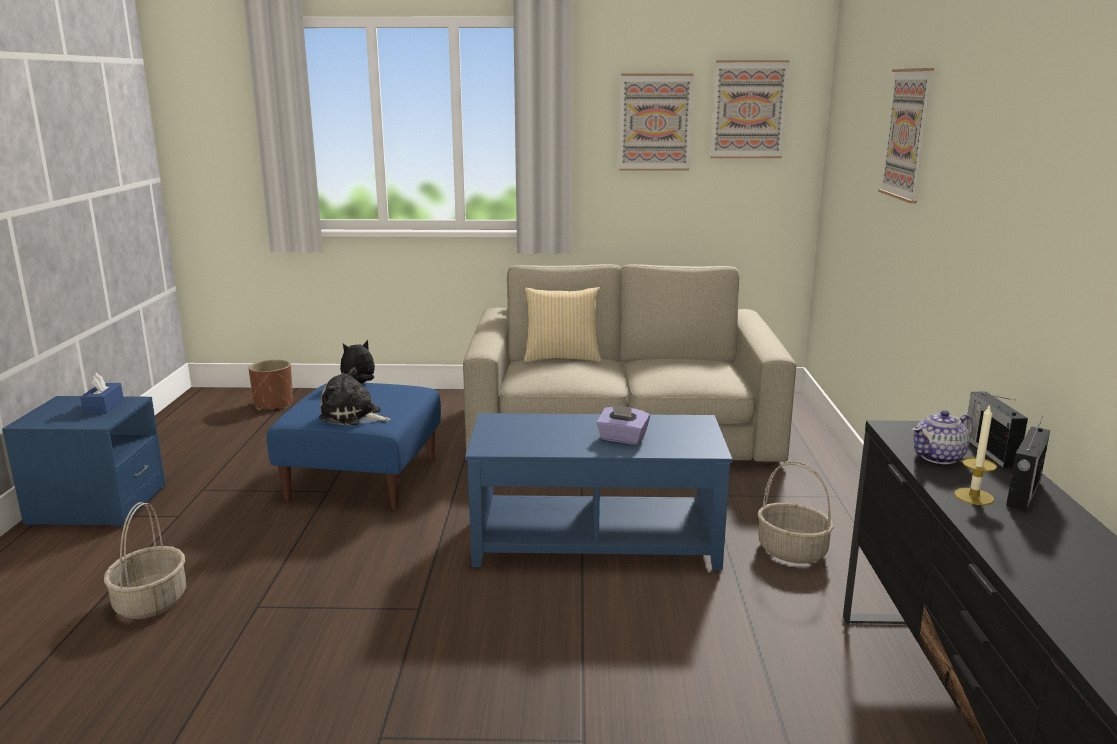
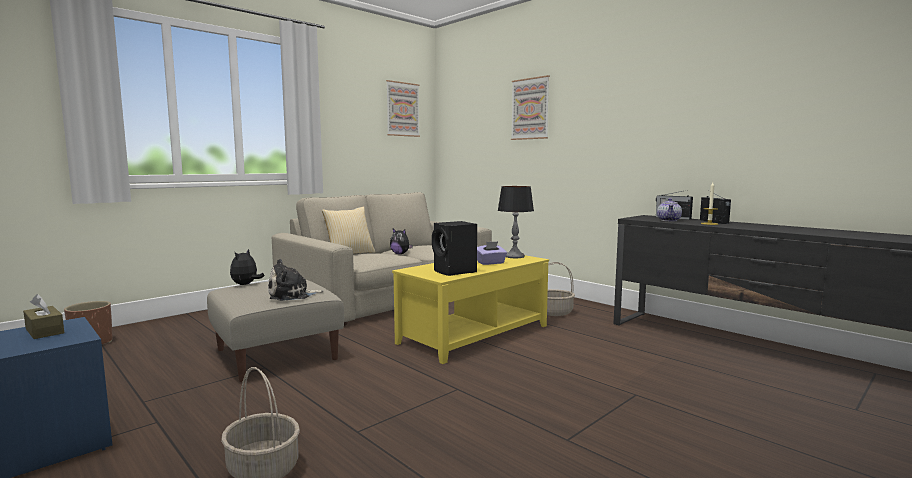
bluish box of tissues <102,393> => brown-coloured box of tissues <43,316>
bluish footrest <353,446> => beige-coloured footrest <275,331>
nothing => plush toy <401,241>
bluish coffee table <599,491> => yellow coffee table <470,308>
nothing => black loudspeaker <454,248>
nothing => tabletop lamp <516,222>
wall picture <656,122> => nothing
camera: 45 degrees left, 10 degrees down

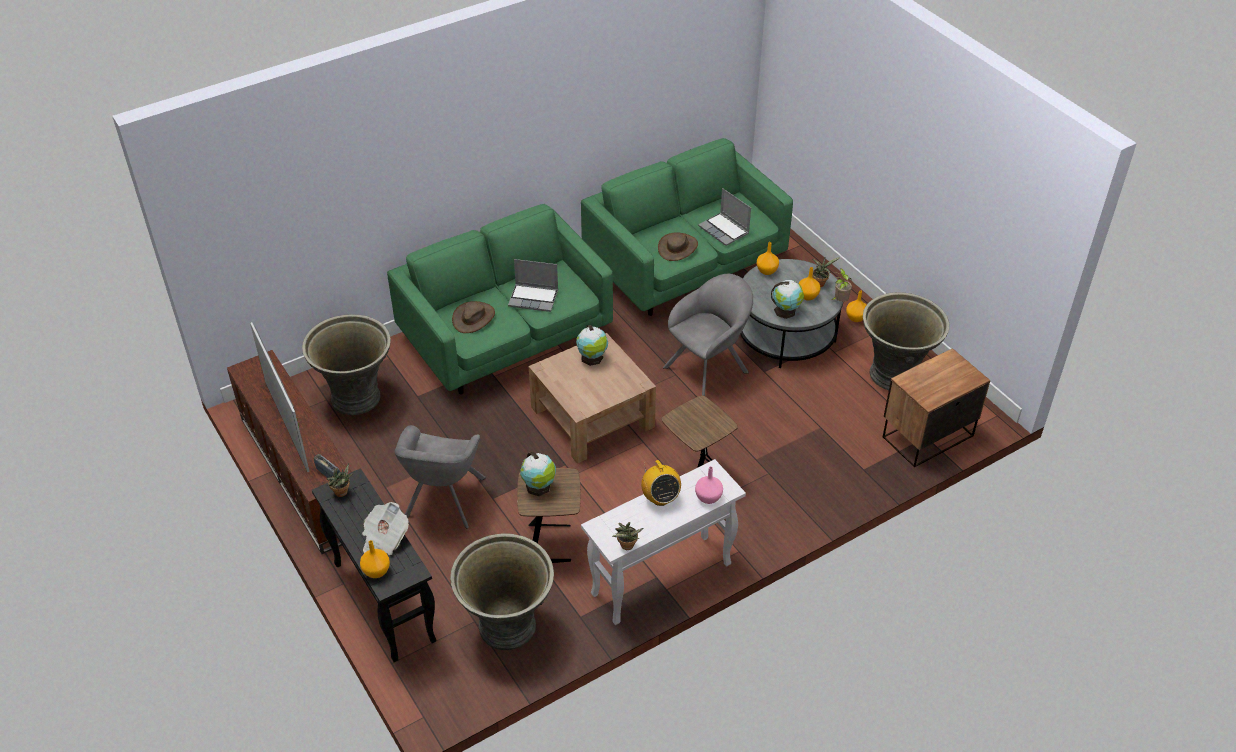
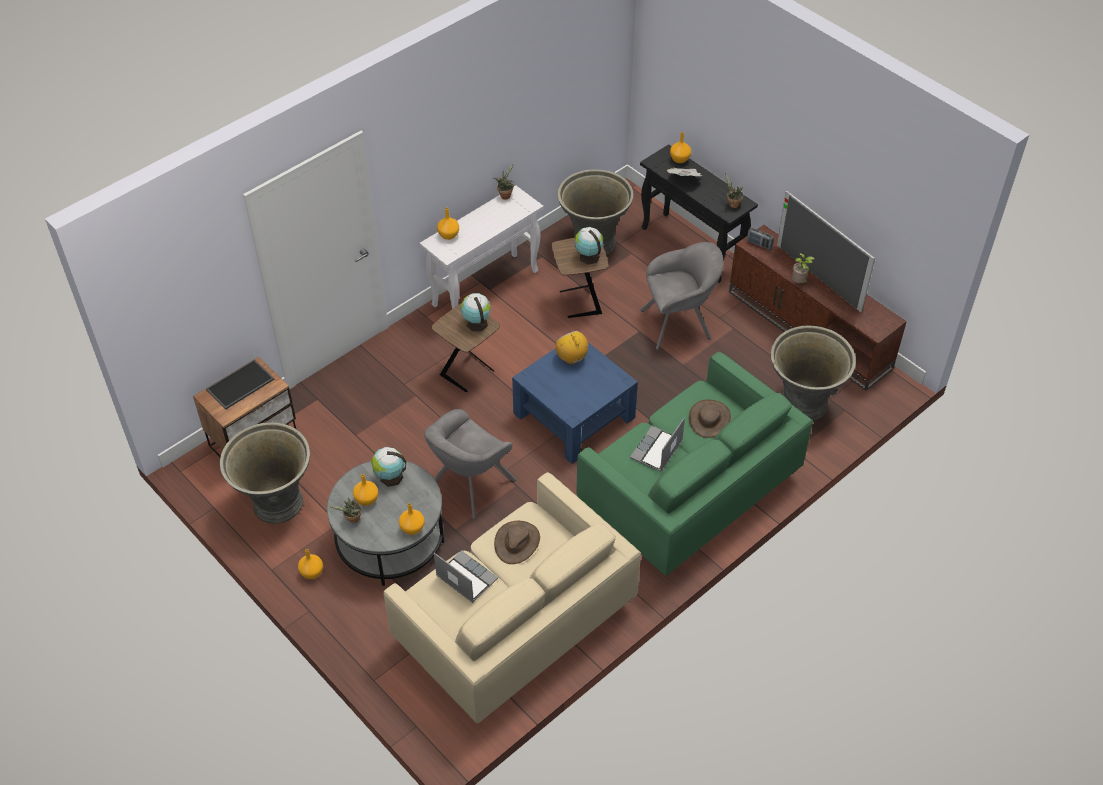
nothing => tray <240,384>
green settee <687,227> => beige-coloured settee <512,597>
pink-coloured decorative vase <709,485> => orange decorative vase <448,224>
globe <592,345> => globe <475,312>, move
brown-coloured coffee table <592,398> => bluish coffee table <575,403>
radio receiver <661,483> => radio receiver <572,347>, move
notebook computer <533,285> => notebook computer <657,444>, 60 degrees counterclockwise
greyish easy chair <440,476> => greyish easy chair <682,296>, 75 degrees clockwise
plant in a pot <842,285> => plant in a pot <803,268>, move
camera: 170 degrees right, 5 degrees up

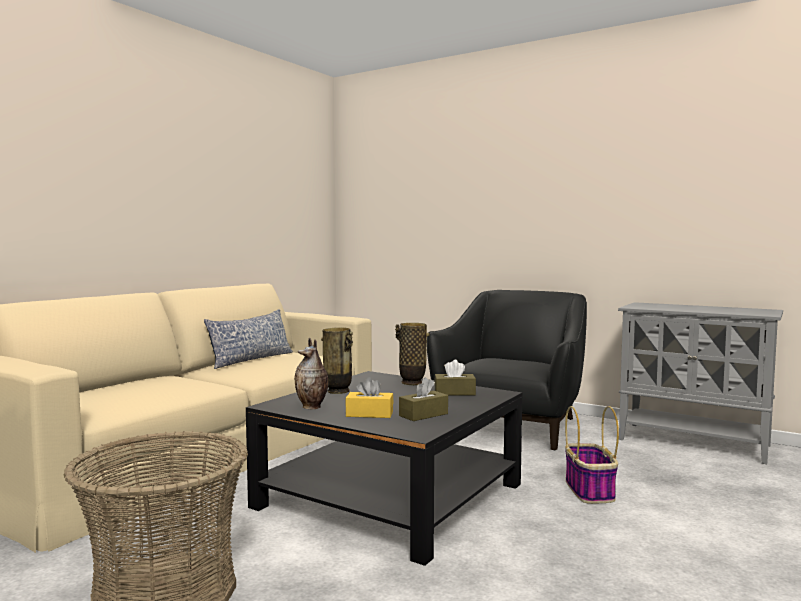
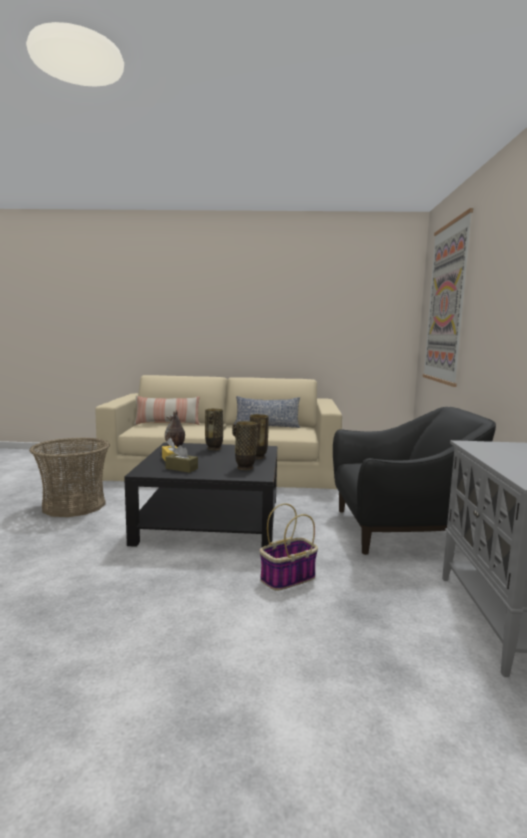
nothing => throw pillow <167,410>
brown-coloured box of tissues <455,378> => decorative vase <245,445>
nothing => wall picture <448,297>
camera: 60 degrees right, 5 degrees up

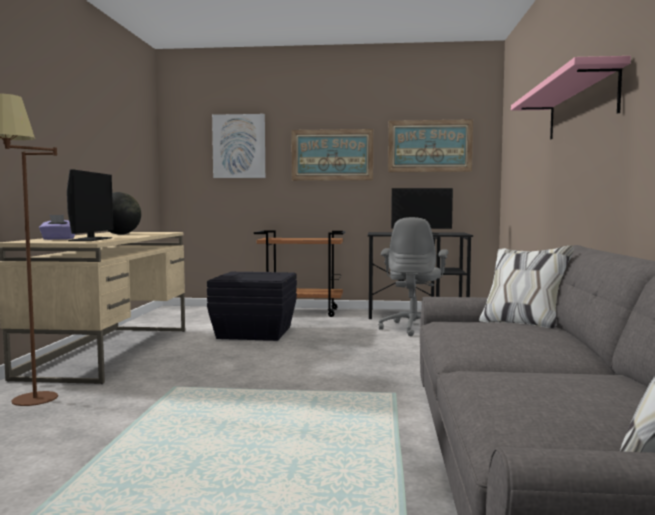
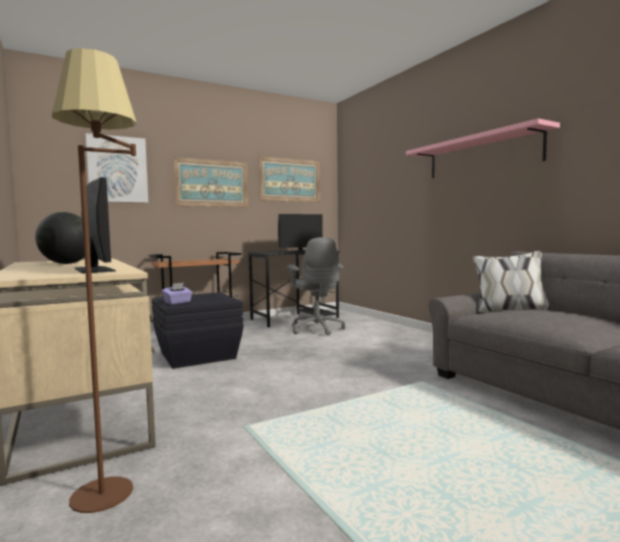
purplish box of tissues <57,227> => purplish box of tissues <177,293>, move
camera: 35 degrees left, 0 degrees up

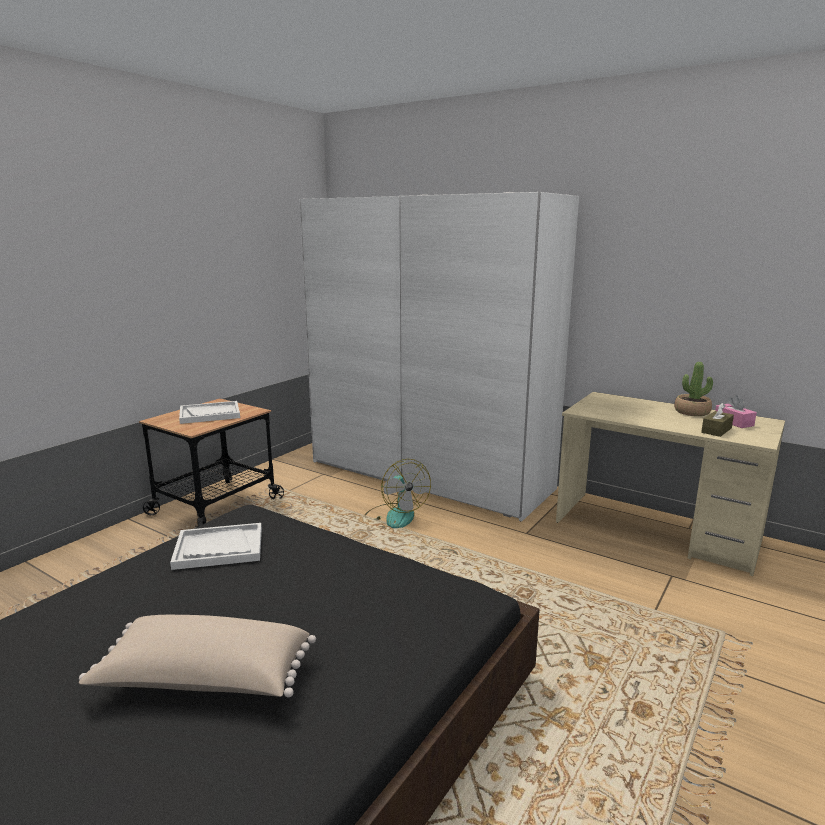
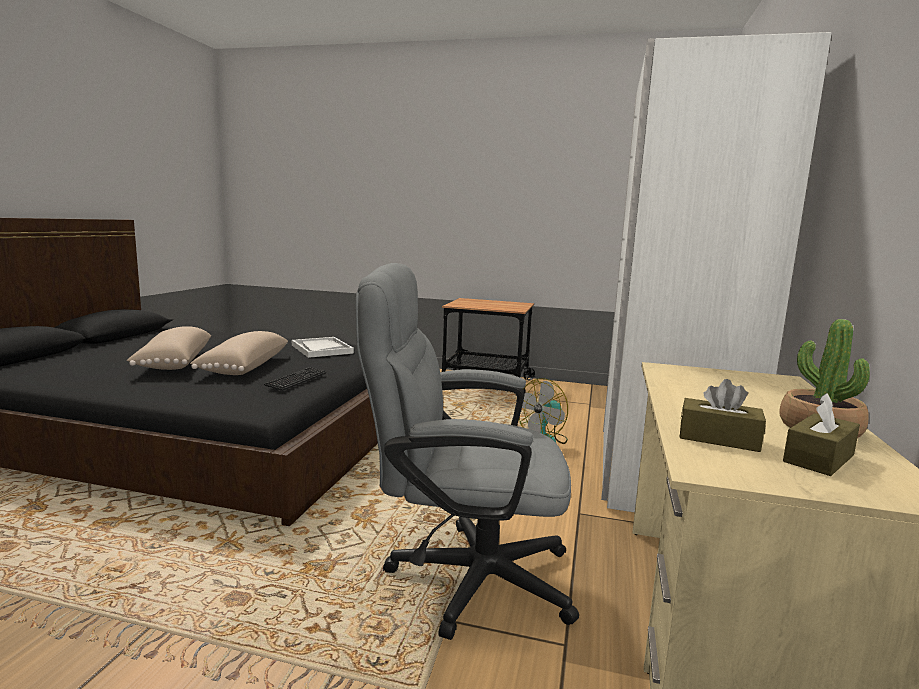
nothing => beige-coloured throw pillow <239,353>
nothing => computer keyboard <295,379>
nothing => greyish computer chair <467,451>
pink-coloured box of tissues <736,411> => brown-coloured box of tissues <821,434>
whitish tray <209,412> => nothing
camera: 70 degrees right, 5 degrees down

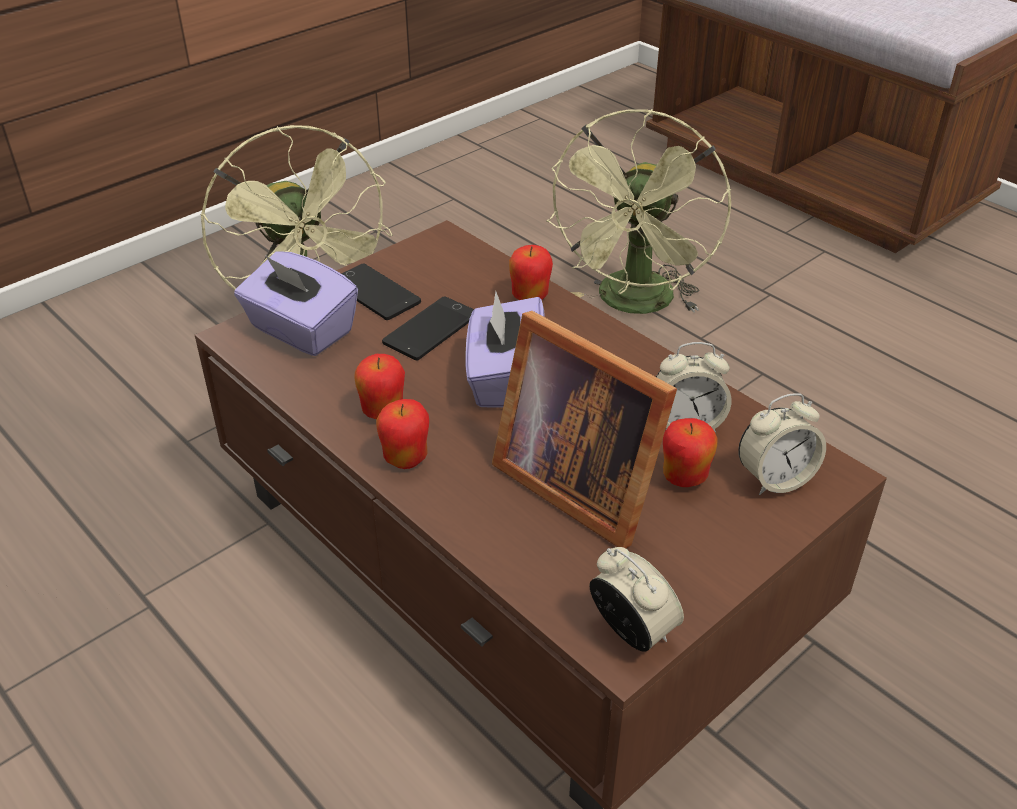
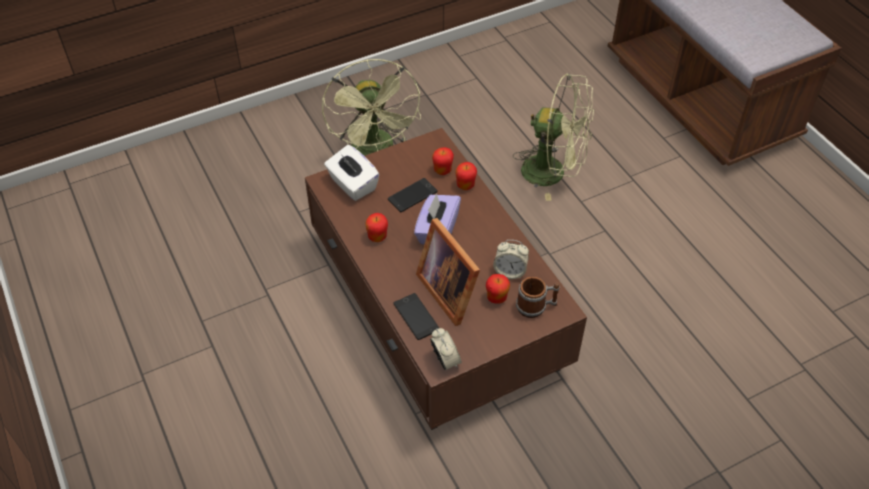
purplish box of tissues <296,303> => whitish box of tissues <351,173>
handset <381,291> => handset <416,316>, move
apple <402,434> => apple <443,161>, move
green electric fan <638,211> => green electric fan <553,137>, 105 degrees counterclockwise
bedside clock <782,444> => coffee mug <538,297>
camera: 15 degrees right, 10 degrees up

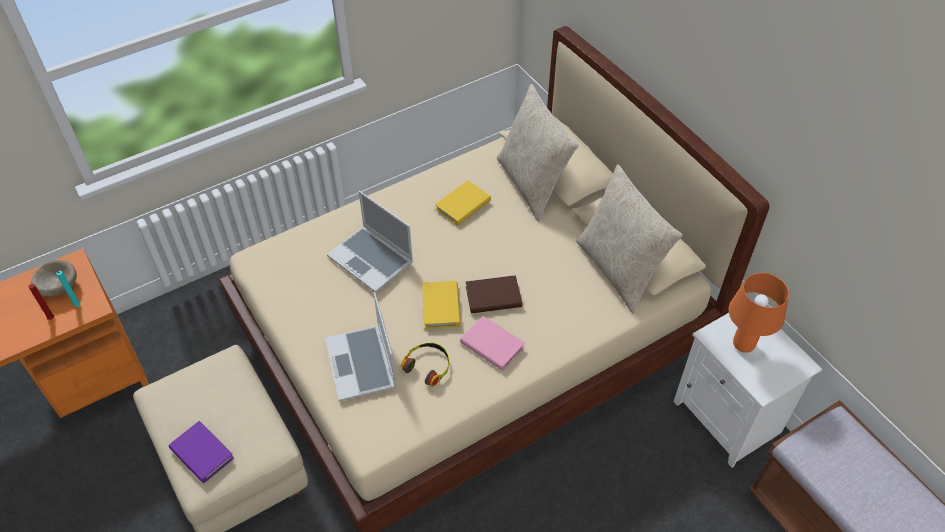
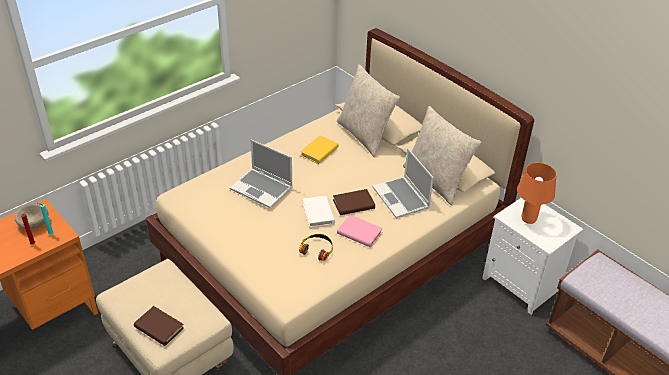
purplish book <201,452> => brown-coloured book <159,326>
yellow book <441,305> => whitish book <319,212>
notebook computer <361,346> => notebook computer <403,183>, move
camera: 10 degrees left, 10 degrees down

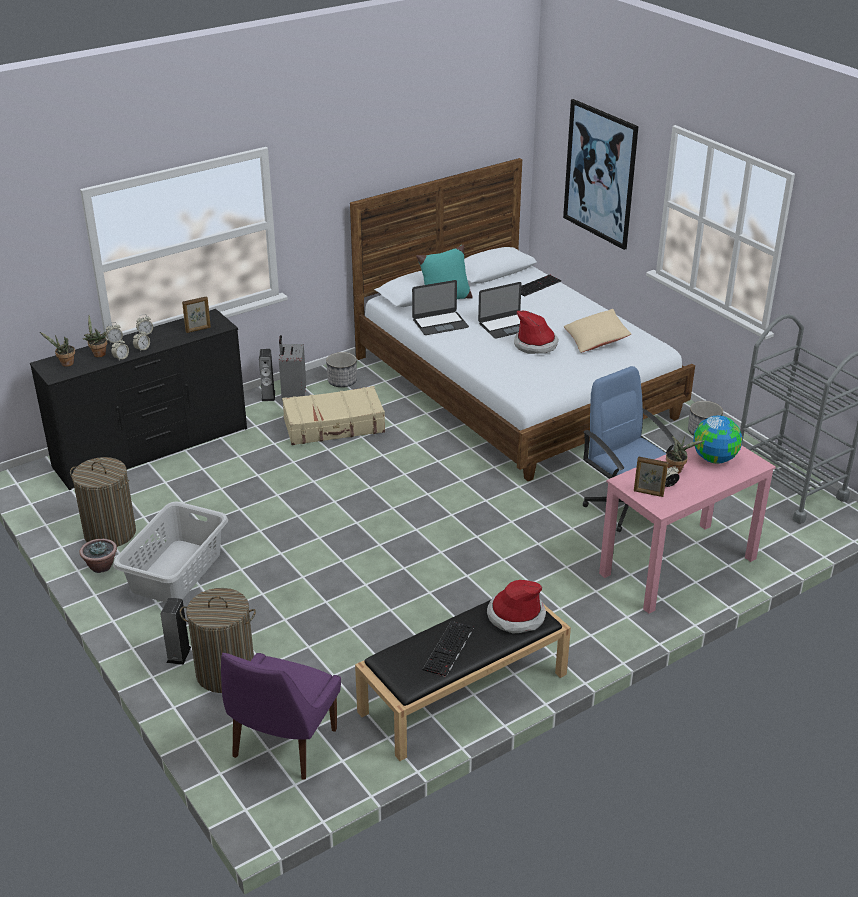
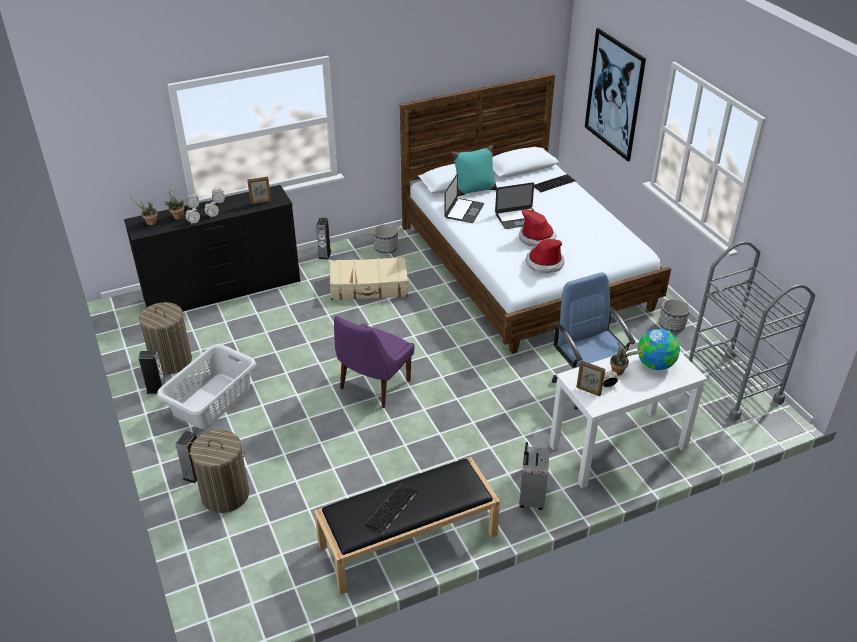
plant in a pot <98,556> => loudspeaker <151,372>
purplish plain chair <281,716> => purplish plain chair <374,362>, move
notebook computer <440,307> => notebook computer <464,198>, 60 degrees counterclockwise
greyish suitcase <292,366> => greyish suitcase <534,476>, move
clothing hat <516,606> => clothing hat <544,256>, move
pink-coloured desk table <687,529> => whitish desk table <628,418>
beige-coloured throw pillow <597,331> => nothing
camera: 10 degrees right, 5 degrees up

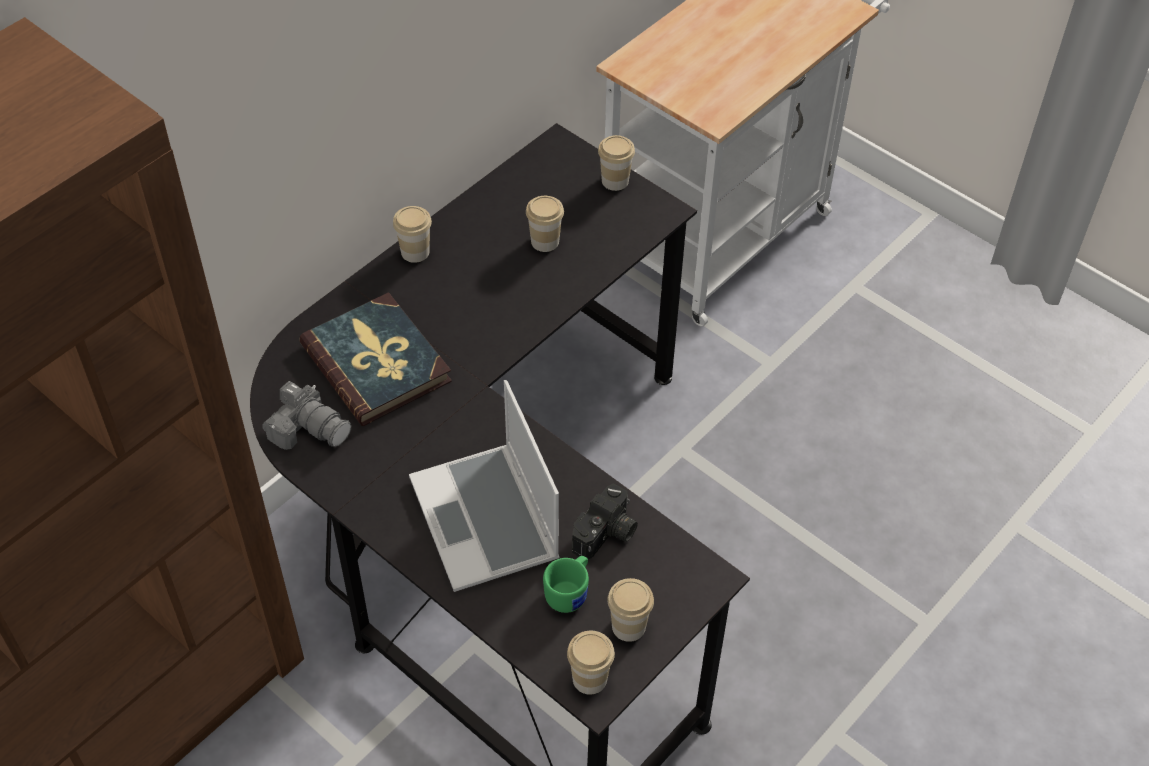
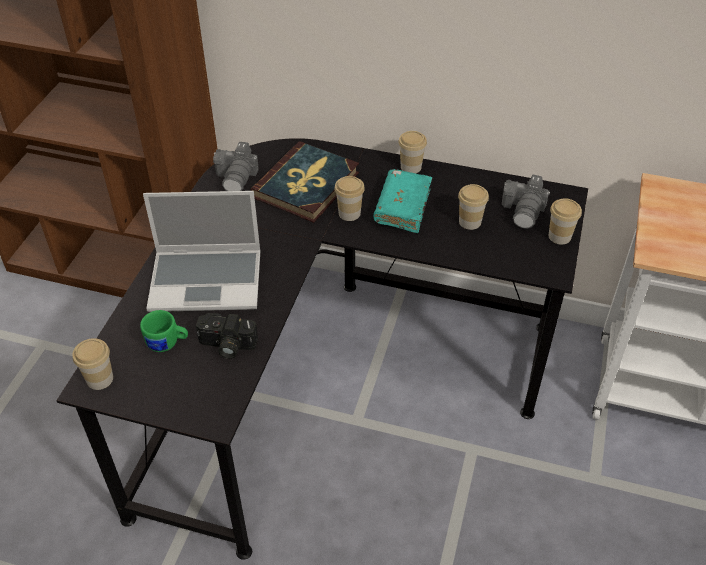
notebook computer <484,486> => notebook computer <201,251>, 135 degrees counterclockwise
drinking cup <630,610> => drinking cup <349,198>, move
nothing => turquoise-coloured book <402,201>
nothing => photo camera <526,202>
camera: 65 degrees right, 5 degrees down

